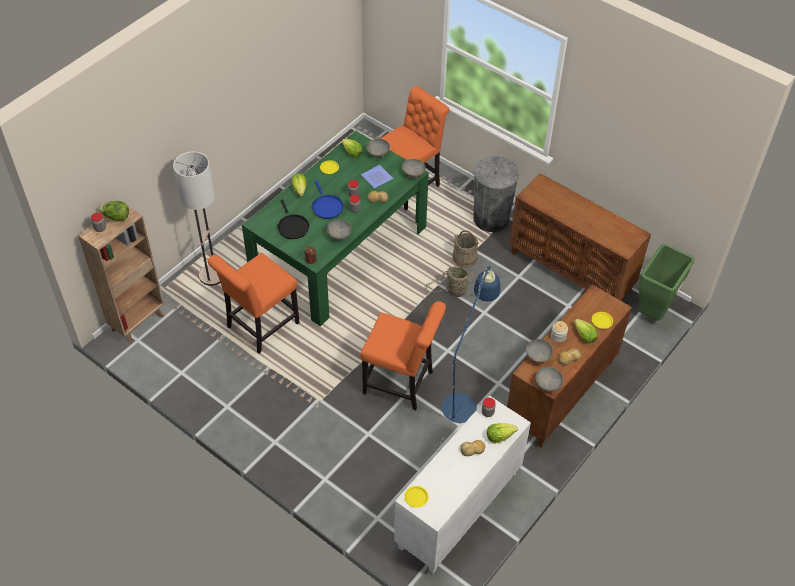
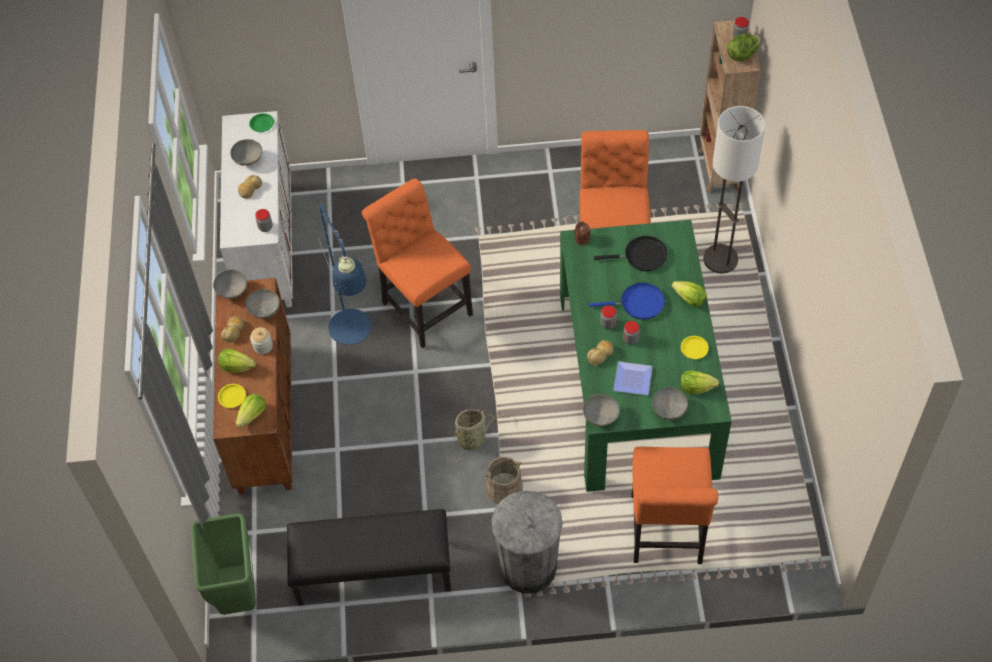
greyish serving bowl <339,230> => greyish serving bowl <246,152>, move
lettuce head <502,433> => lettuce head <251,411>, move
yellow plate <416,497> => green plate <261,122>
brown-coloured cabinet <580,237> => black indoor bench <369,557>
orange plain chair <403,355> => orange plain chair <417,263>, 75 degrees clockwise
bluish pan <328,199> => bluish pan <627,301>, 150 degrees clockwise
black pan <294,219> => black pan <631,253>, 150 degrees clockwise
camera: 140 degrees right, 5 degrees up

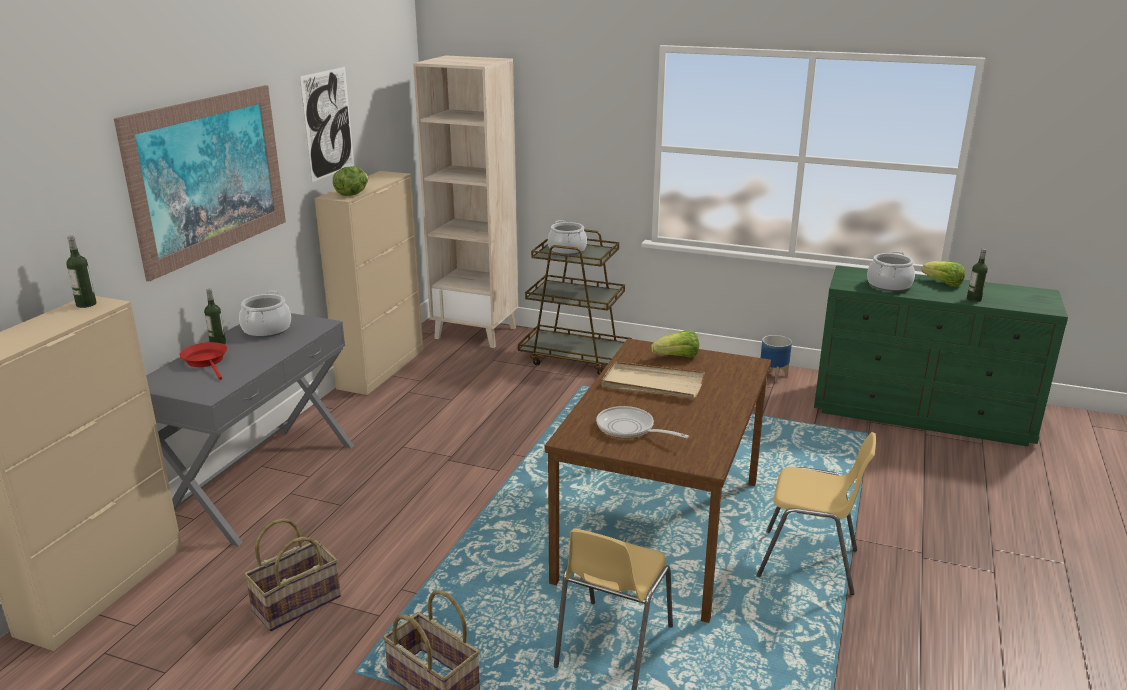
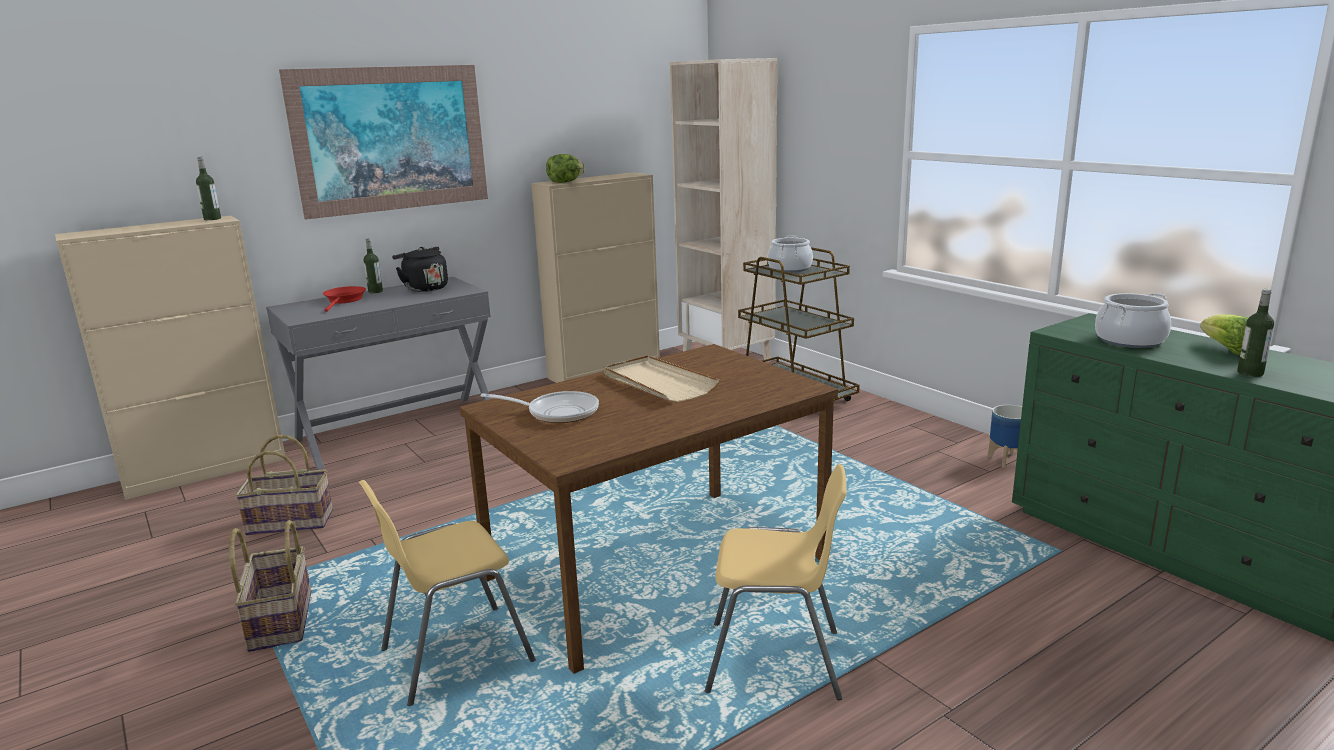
stockpot <265,314> => black tea kettle <420,269>
pan <642,422> => pan <539,407>, 120 degrees clockwise
yellow plain chair <816,513> => yellow plain chair <776,582>, 45 degrees counterclockwise
wall picture <327,124> => nothing
lettuce head <675,343> => nothing
camera: 35 degrees right, 5 degrees down

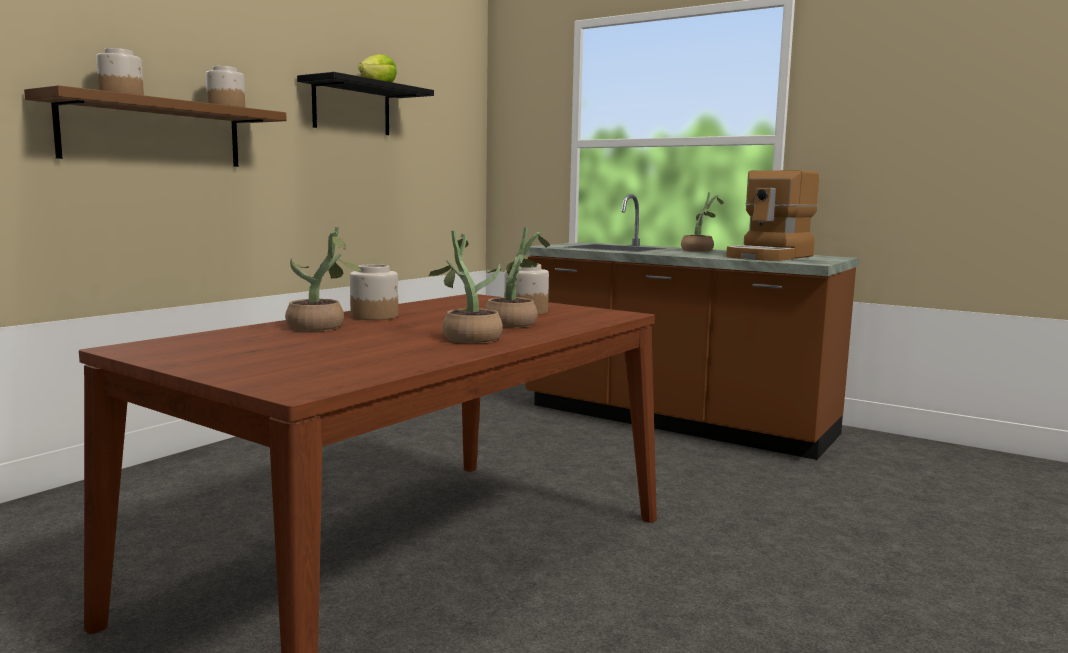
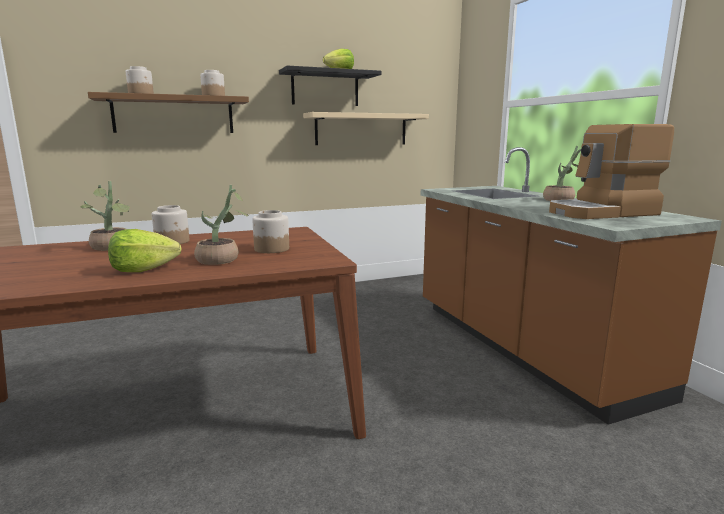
plant in a pot <466,286> => lettuce head <145,250>
nothing => beige-coloured shelf <366,128>
camera: 35 degrees right, 5 degrees up

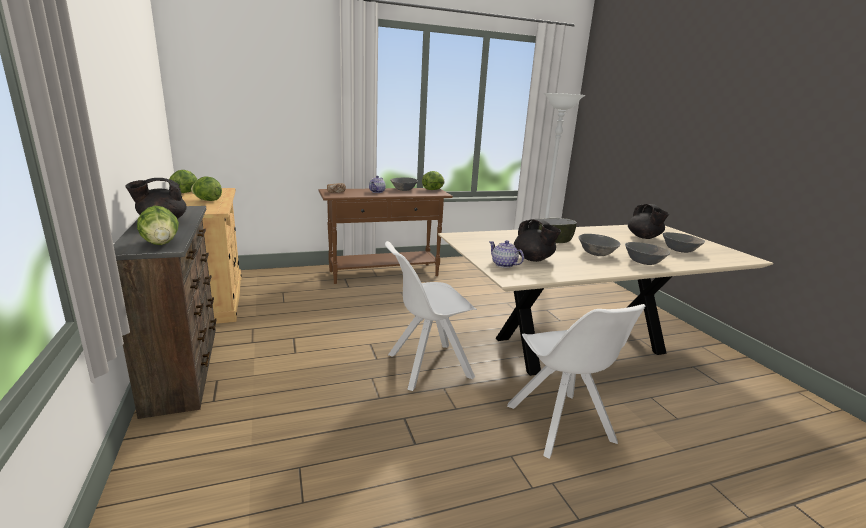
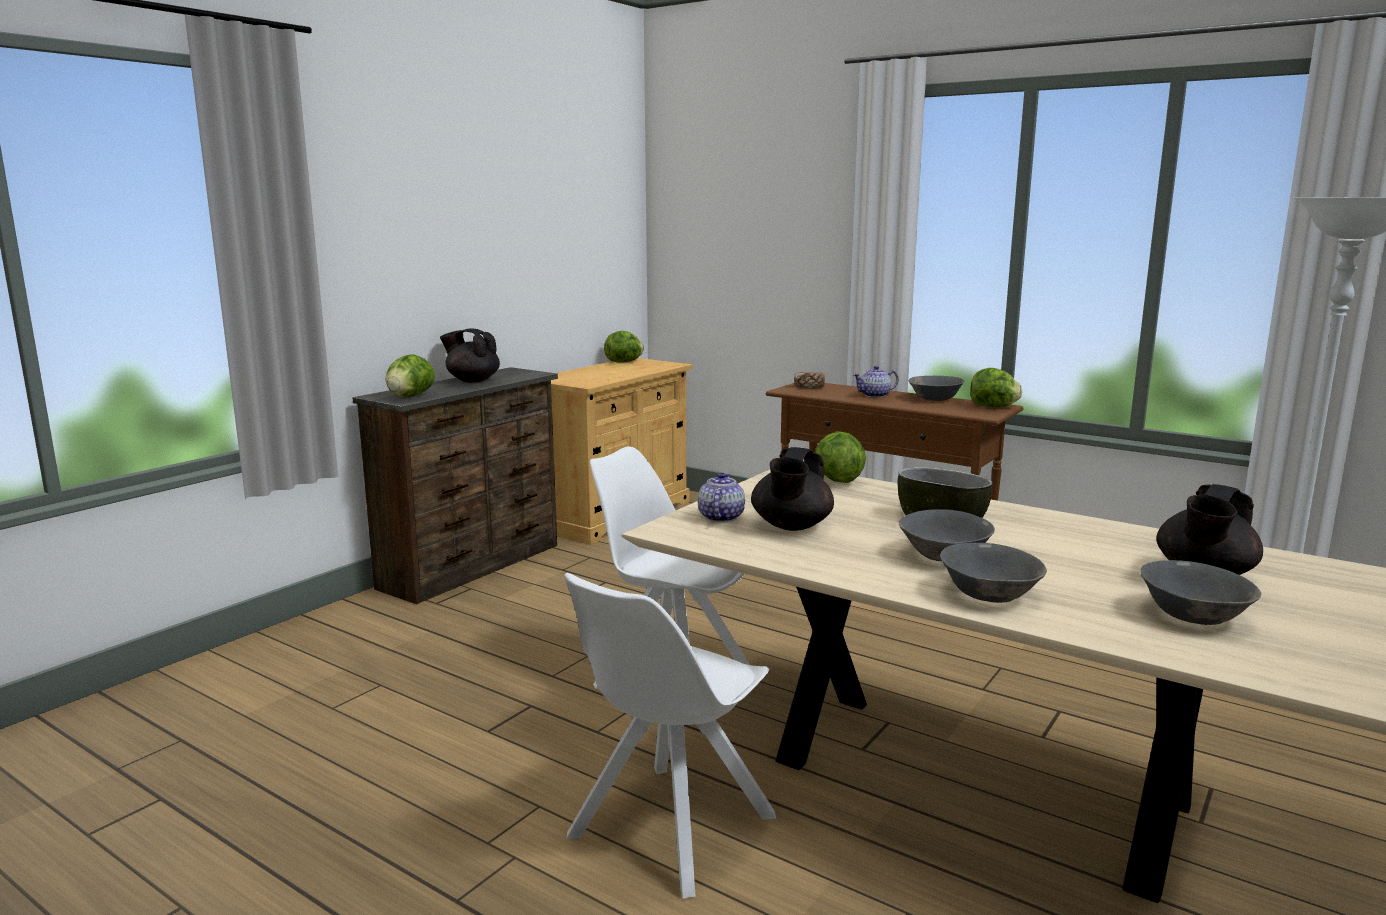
lettuce head <206,188> => lettuce head <840,457>, move
camera: 55 degrees right, 5 degrees down

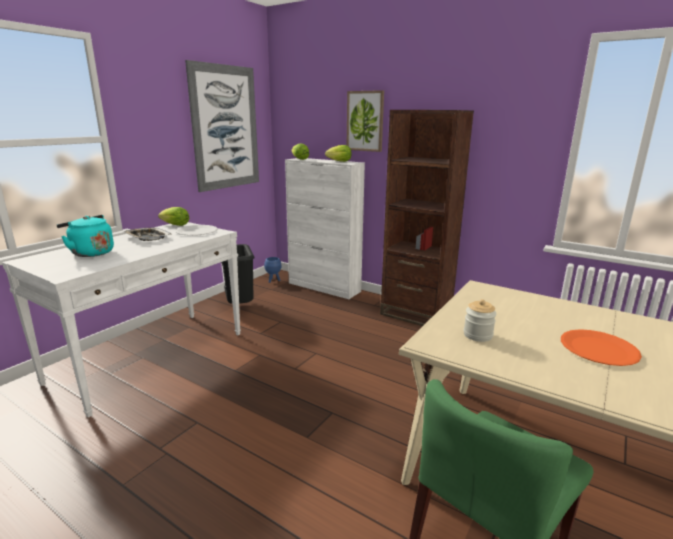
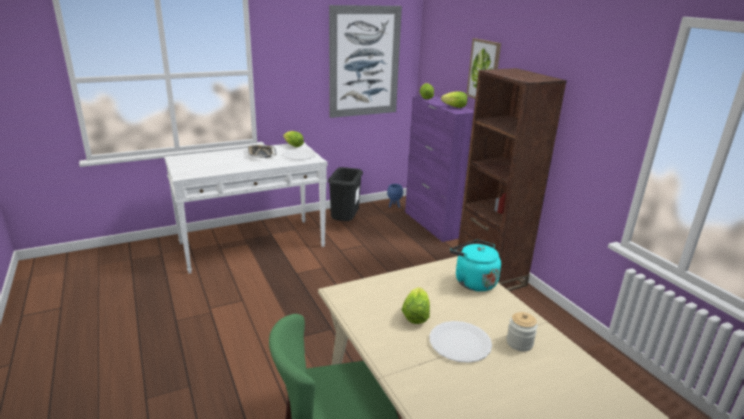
nothing => lettuce head <416,305>
whitish cabinet <325,228> => purplish cabinet <439,169>
orange plate <601,347> => whitish plate <460,342>
turquoise-coloured tea kettle <85,236> => turquoise-coloured tea kettle <475,266>, move
preserve jar <480,320> => preserve jar <522,331>, move
camera: 30 degrees right, 5 degrees up

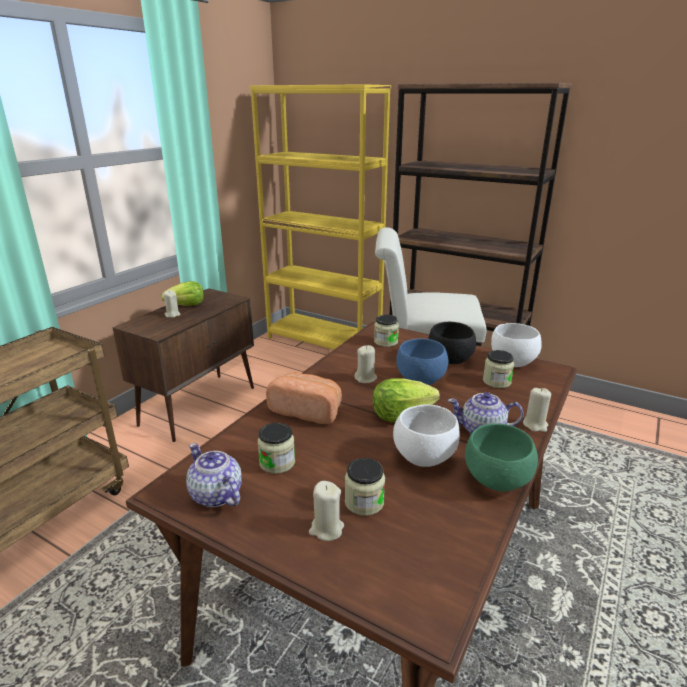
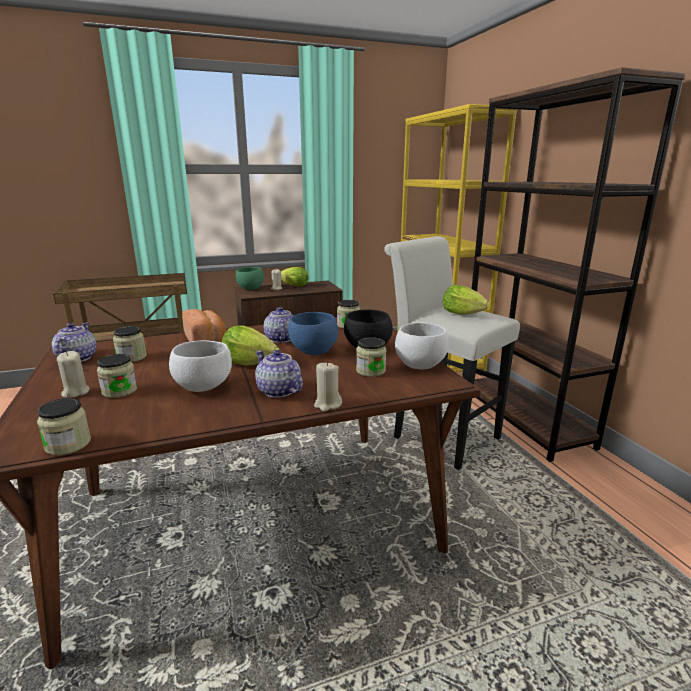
nothing => preserve jar <64,426>
green serving bowl <501,457> => green serving bowl <250,278>, move
beige-coloured wax light <365,364> => pot for tea <279,325>
nothing => lettuce head <466,300>
camera: 40 degrees right, 5 degrees down

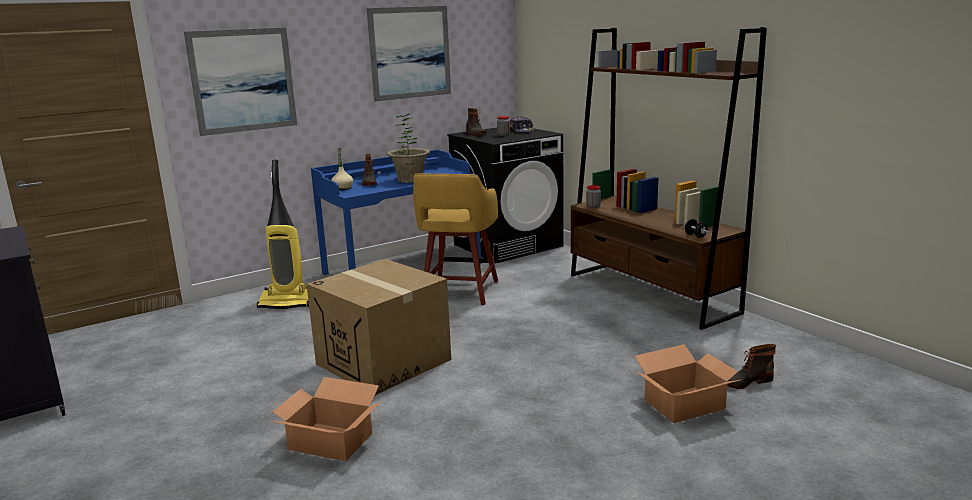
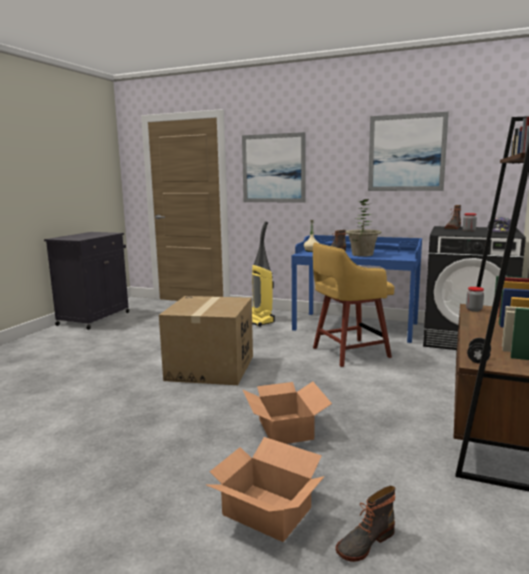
carton <325,419> => carton <287,413>, move
boot <751,366> => boot <365,524>, 75 degrees counterclockwise
camera: 55 degrees right, 5 degrees down

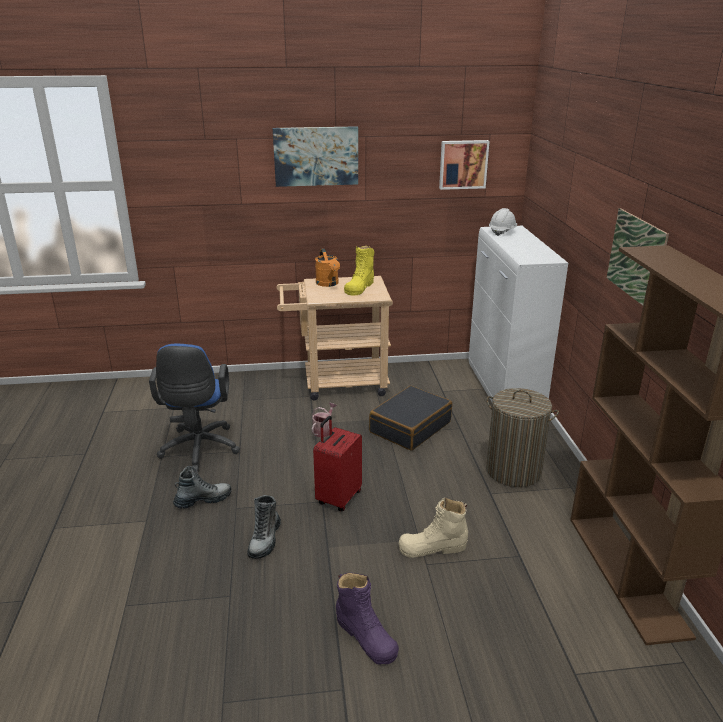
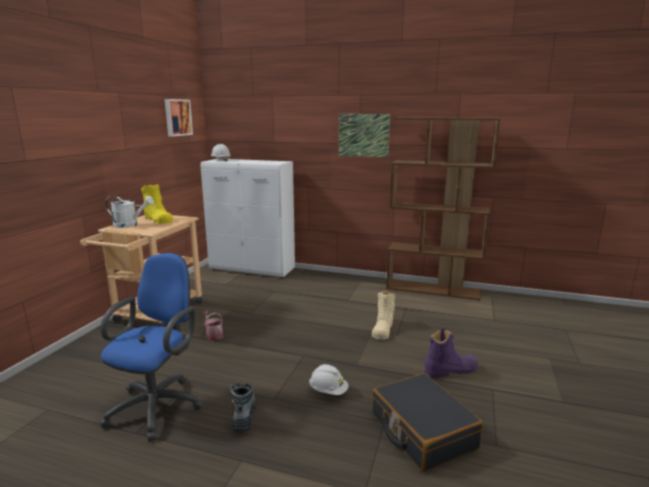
bluish computer chair <194,408> => bluish computer chair <151,347>, 90 degrees counterclockwise
orange sprinkling can <327,267> => whitish sprinkling can <129,211>
boot <264,527> => whitish safety helmet <329,379>
black suitcase <410,418> => black suitcase <427,422>, move
wall picture <315,156> => nothing
red-coloured suitcase <337,463> => nothing
laundry basket <522,437> => nothing
camera: 65 degrees left, 10 degrees down

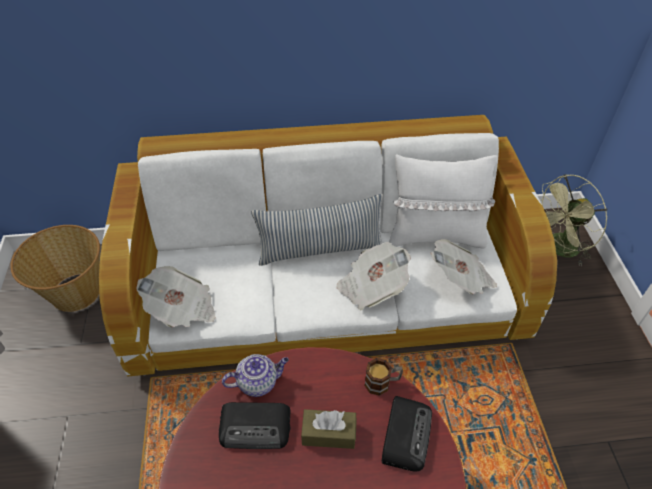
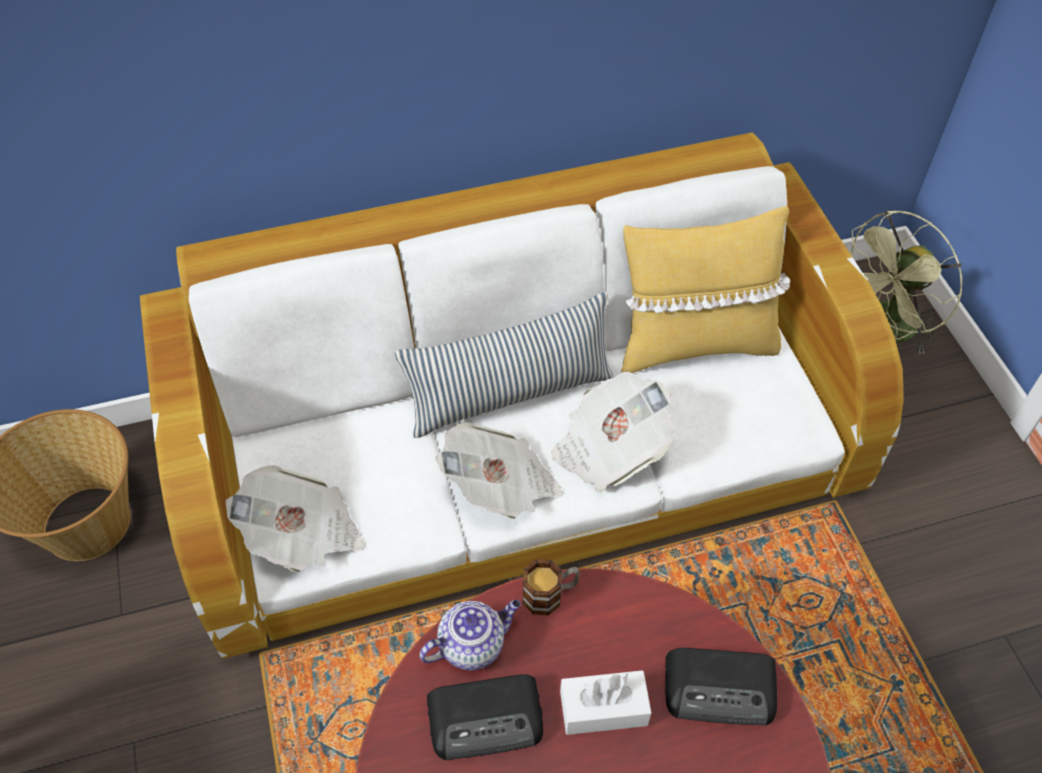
printed paper <463,266> => printed paper <498,470>, move
coffee mug <383,377> => coffee mug <551,587>, move
brown-coloured box of tissues <328,429> => whitish box of tissues <605,702>
whitish throw pillow <443,201> => yellow throw pillow <706,289>
radio receiver <407,434> => radio receiver <721,686>, 90 degrees clockwise
camera: 10 degrees left, 5 degrees up

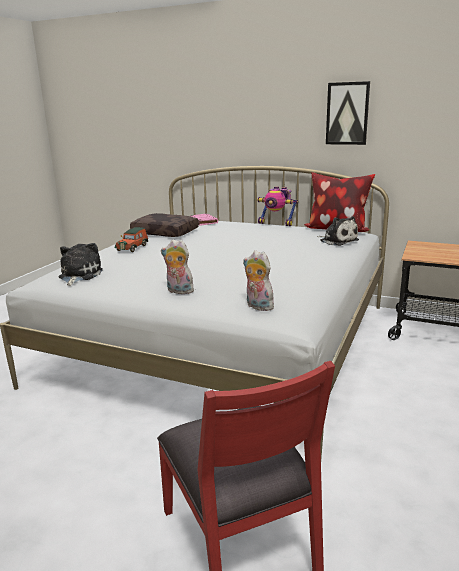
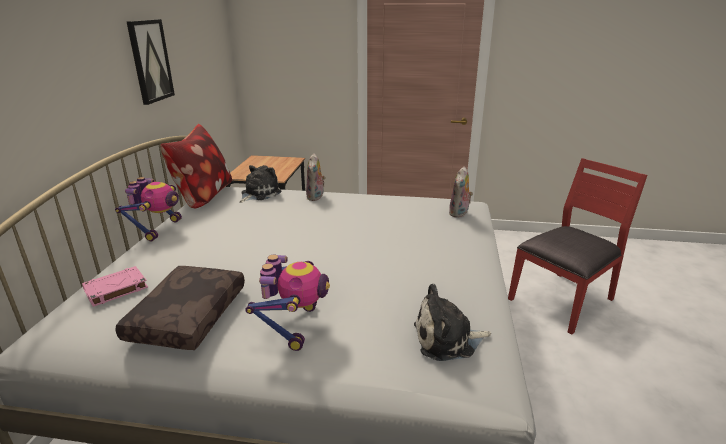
miniature car <131,239> => toy robot <287,302>
plush toy <177,266> => plush toy <316,177>, move
camera: 105 degrees left, 5 degrees up

